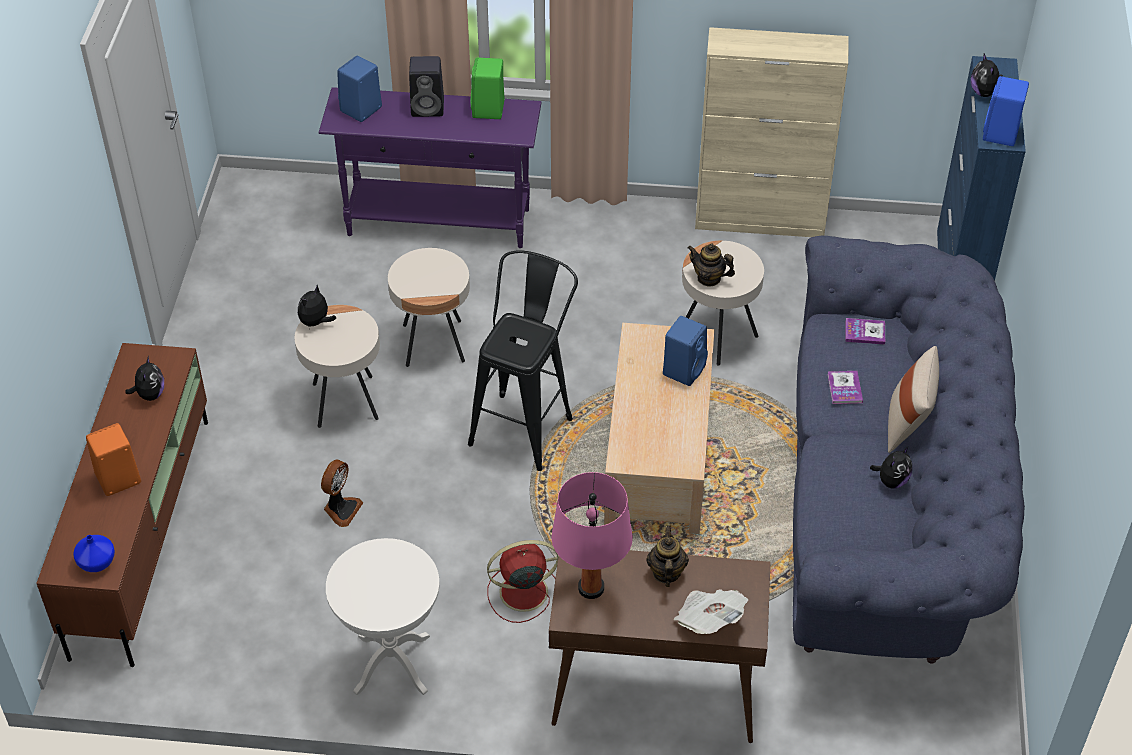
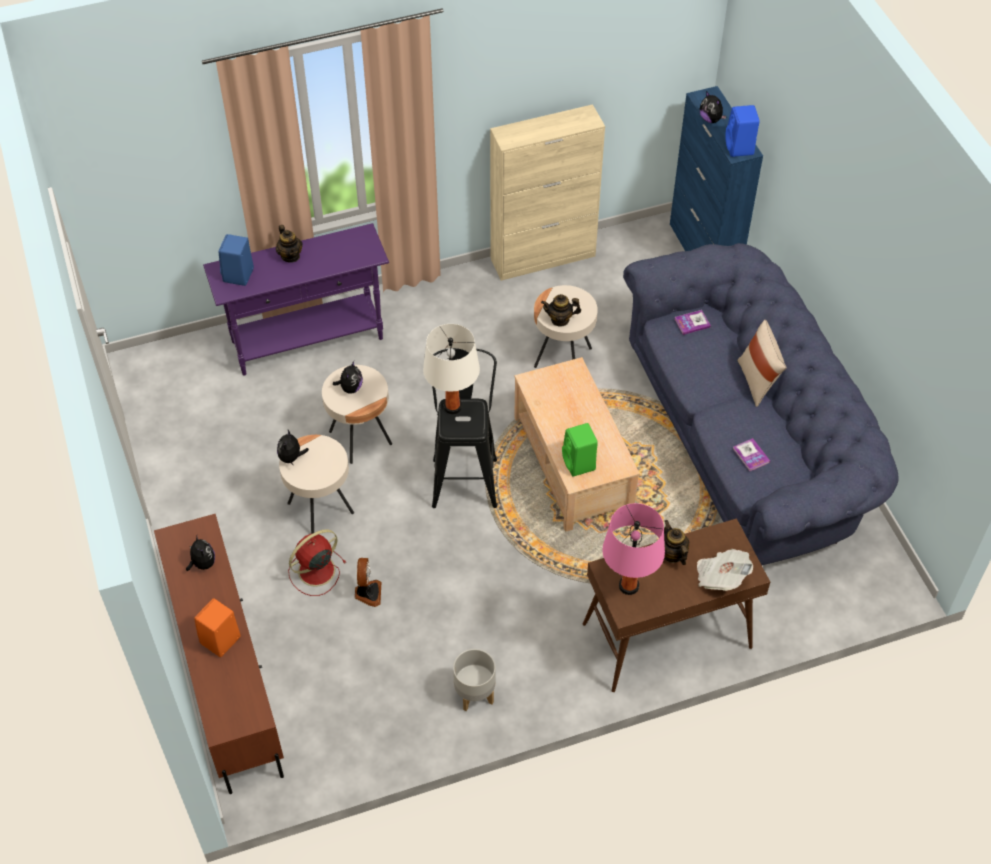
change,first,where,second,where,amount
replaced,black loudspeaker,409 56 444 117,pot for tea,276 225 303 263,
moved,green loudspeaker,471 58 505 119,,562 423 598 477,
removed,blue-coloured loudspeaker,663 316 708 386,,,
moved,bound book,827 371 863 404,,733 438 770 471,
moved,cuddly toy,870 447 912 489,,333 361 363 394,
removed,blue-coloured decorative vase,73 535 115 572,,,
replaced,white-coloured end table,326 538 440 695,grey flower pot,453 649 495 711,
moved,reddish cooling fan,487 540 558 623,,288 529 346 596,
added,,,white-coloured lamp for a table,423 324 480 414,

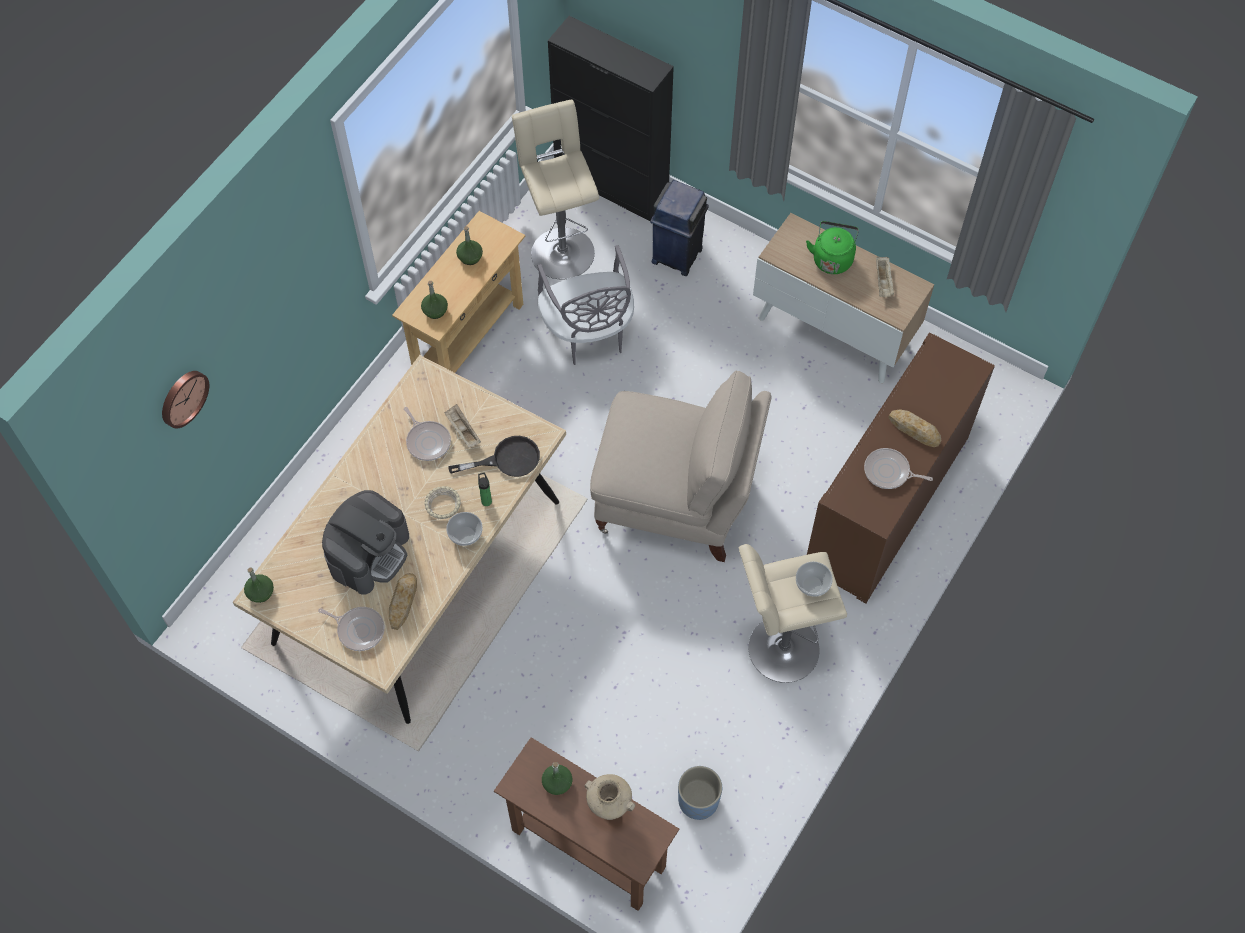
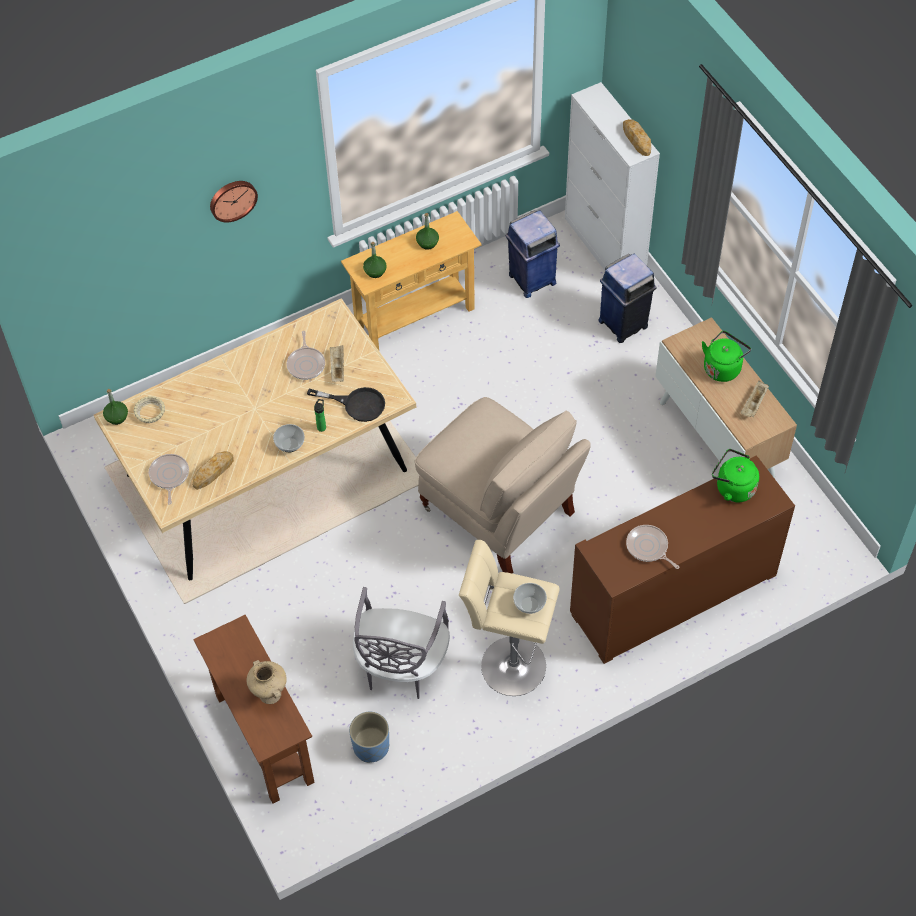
change,first,where,second,where,amount
recoloured,black storage cabinet,548 16 674 221,white-coloured storage cabinet,565 82 660 270,
replaced,beige sitting stool,512 100 599 280,blue-coloured rubbish bin,506 210 560 298,
moved,grey chair,538 245 634 365,,353 587 450 699,
moved,wall clock,162 371 209 429,,210 181 258 222,
moved,baked bread,888 410 941 447,,623 119 651 156,
moved,beige bowl,424 486 461 519,,133 396 165 423,
removed,coffee maker,322 490 409 595,,,
turned,pan,318 607 385 651,,149 454 189 505,150 degrees counterclockwise
removed,green drink bottle,542 762 572 795,,,
added,,,green water kettle,712 449 759 502,

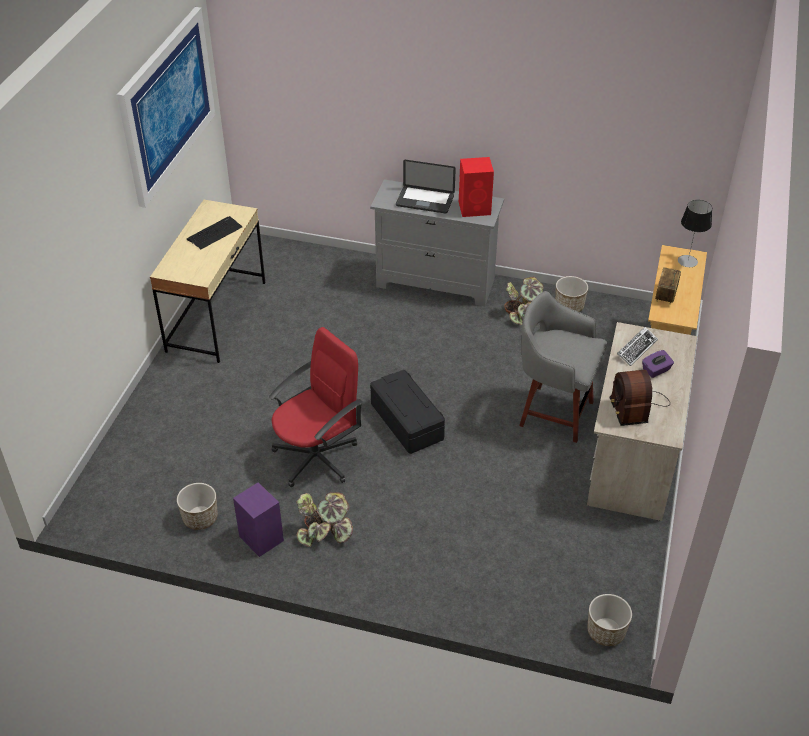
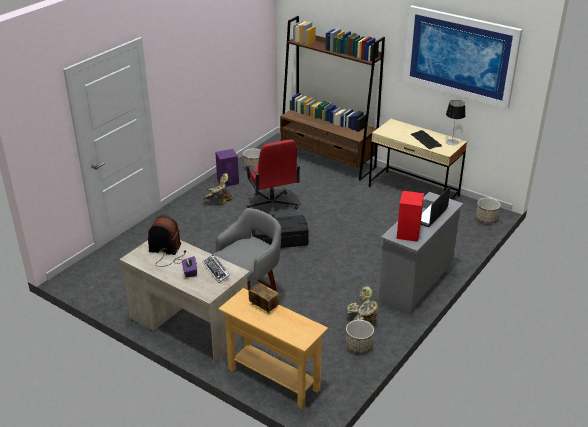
change,first,where,second,where,amount
moved,lamp for a table,678 200 712 267,,446 100 465 145,
moved,flower pot,587 594 632 646,,477 198 501 223,
added,,,brownish bookshelf,280 16 385 180,

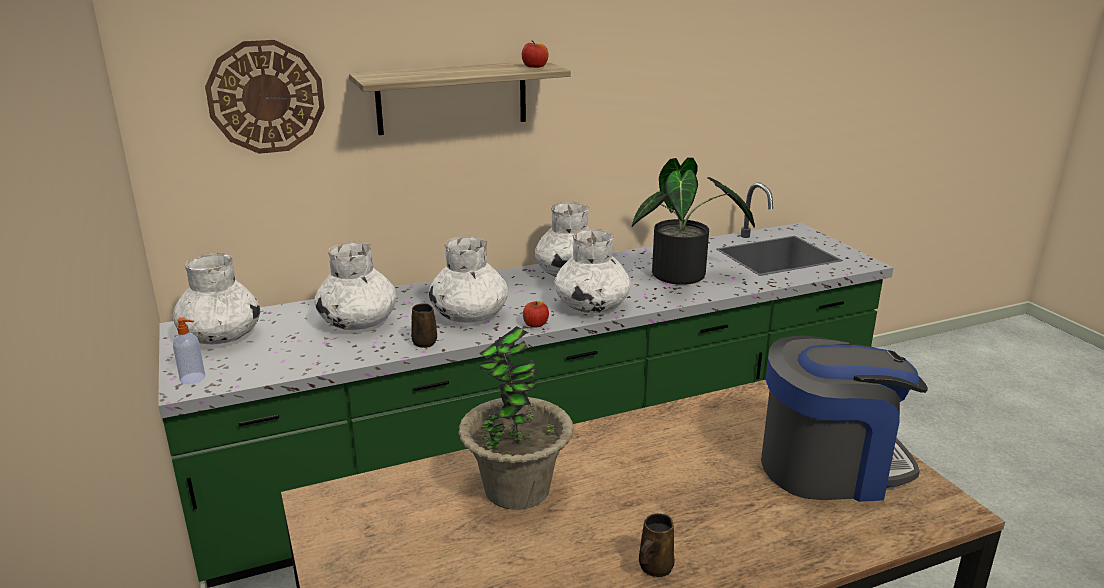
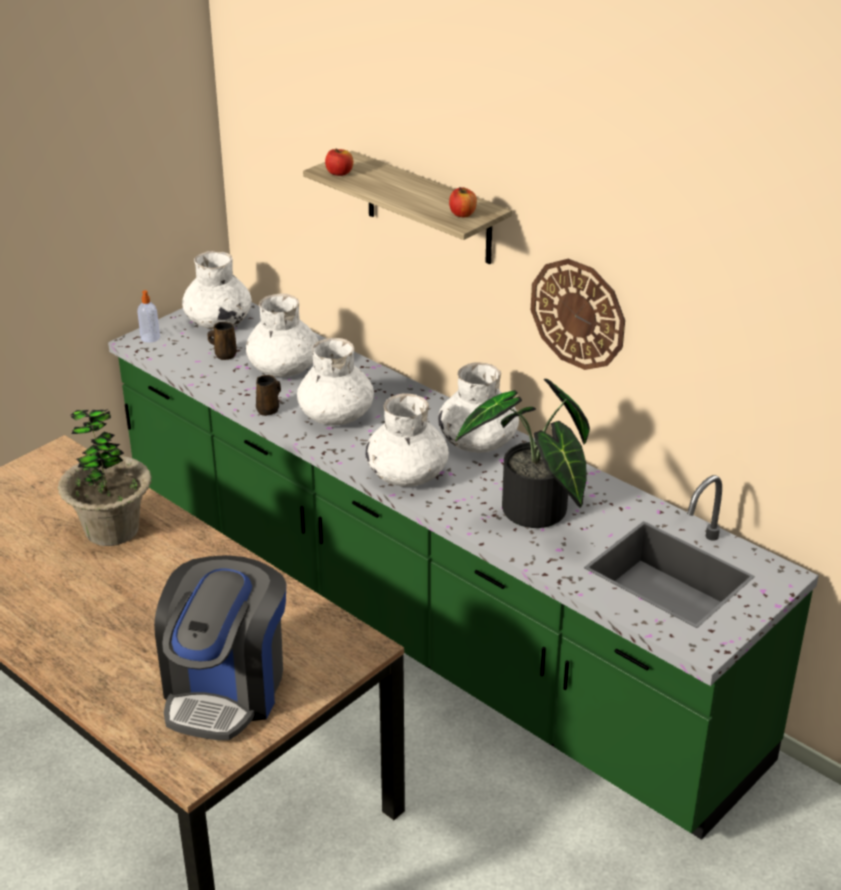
change,first,where,second,where,amount
moved,wall clock,205 40 325 154,,531 259 625 370,
moved,whole apple,523 301 549 328,,325 149 353 176,
turned,coffee maker,761 336 928 502,,154 555 286 740,45 degrees clockwise
moved,brownish tea mug,639 513 674 577,,208 322 237 360,

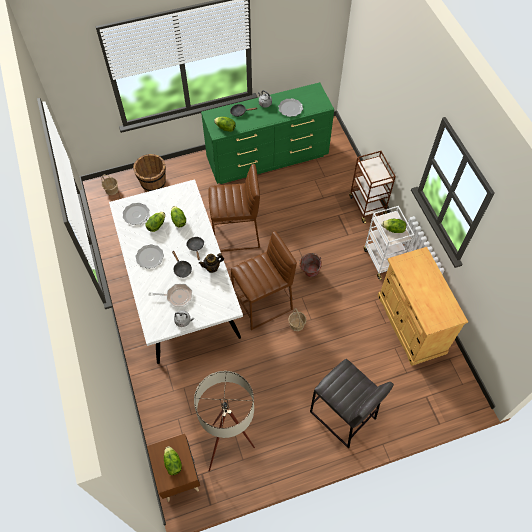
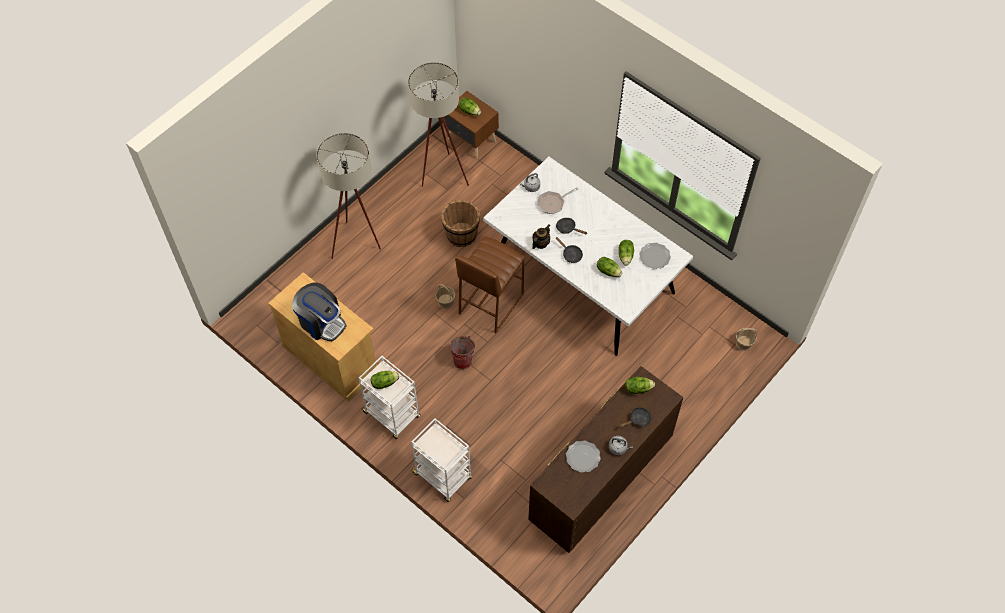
change,first,where,second,where,amount
recoloured,green chest of drawers,201 82 334 184,brownish chest of drawers,528 366 684 553,
recoloured,brownish cart,349 151 396 224,white-coloured cart,412 418 472 502,
moved,brownish bucket,133 154 166 192,,441 200 480 247,
removed,brownish sitting stool,208 164 260 252,,,
removed,plate,135 244 164 269,,,
replaced,grey sitting stool,310 359 394 449,beige standing lamp,316 133 381 259,
added,,,coffee maker,292 283 346 341,

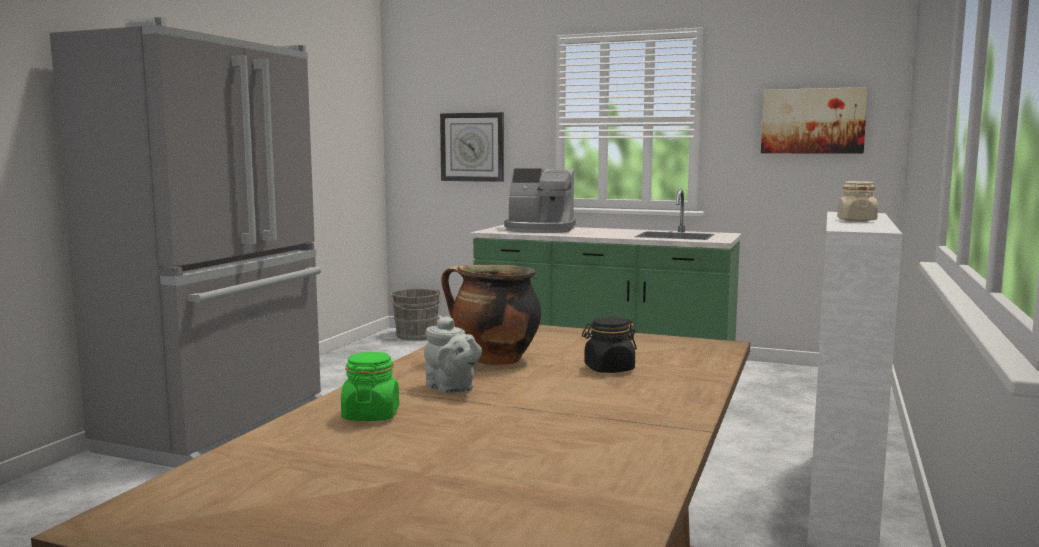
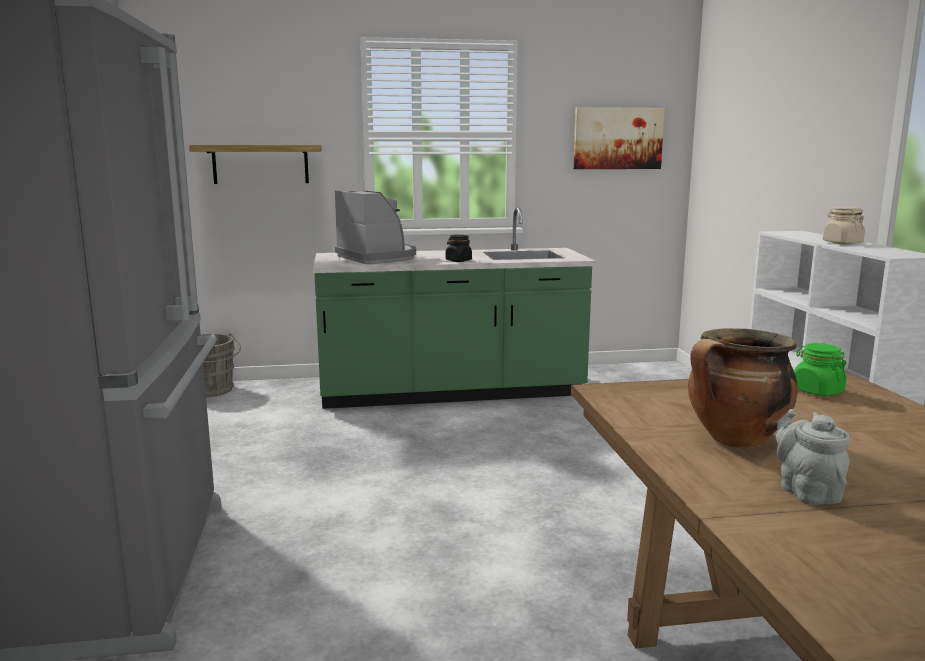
change,first,where,second,where,amount
replaced,wall clock,440 112 504 182,bracket shelf,189 145 322 184,
turned,coffee maker,504 168 576 233,,335 190 416 264,105 degrees counterclockwise
turned,grey pot for tea,424 315 482 393,,776 409 850 505,120 degrees counterclockwise
moved,black storage jar,582 317 637 373,,446 235 472 262,
moved,green storage jar,341 352 399 421,,794 343 847 396,

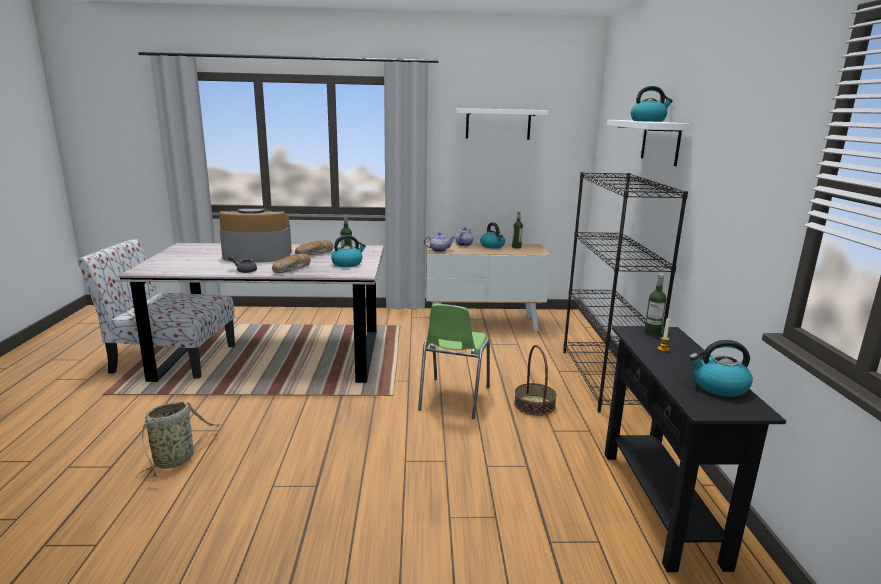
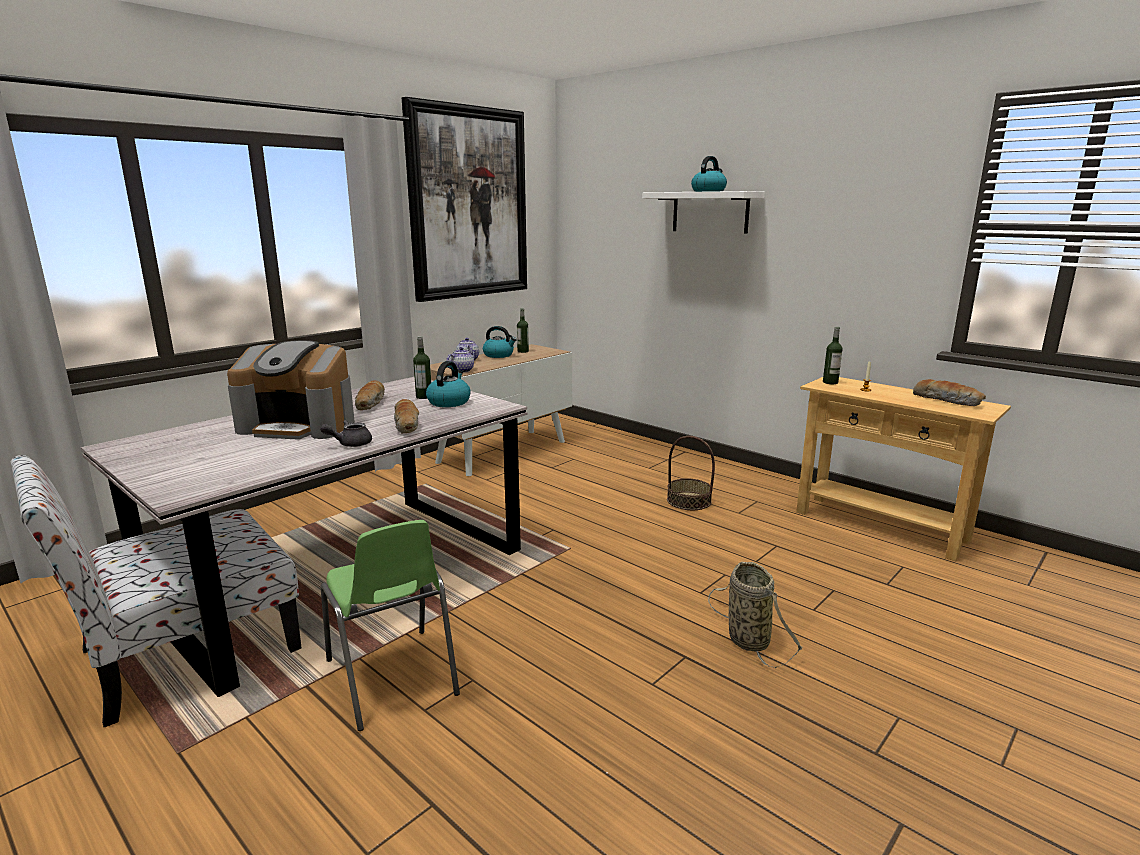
change,first,where,second,where,amount
replaced,white-coloured bracket shelf,456 108 548 140,wall picture,402 97 527 302,
removed,black bookshelf,563 172 688 412,,,
turned,coffee maker,219 209 292 263,,227 340 355 440,120 degrees counterclockwise
moved,green chair,418 304 490 419,,321 520 460 731,
recoloured,black console table,605 326 786 572,beige console table,796 377 1011 561,
replaced,water kettle,689 340 753 397,baked bread,913 379 986 406,
moved,storage basket,136 401 220 479,,708 562 803 668,

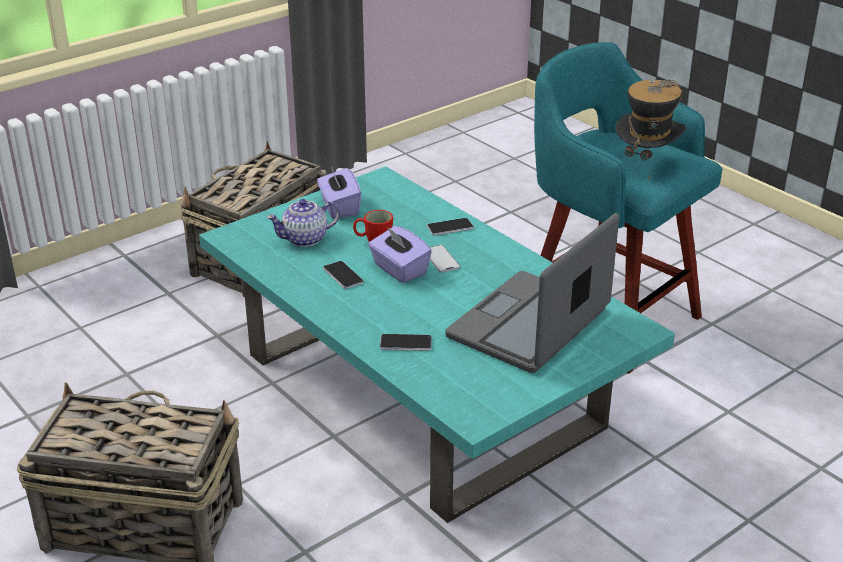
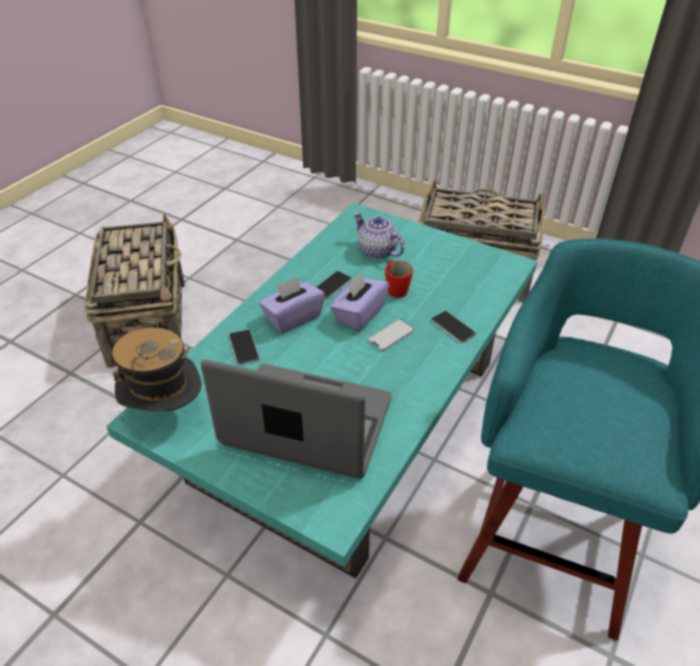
change,first,where,second,where,amount
moved,hat,615 79 686 182,,112 328 202 421,
moved,purple box of tissues,317 167 362 219,,259 276 325 333,

